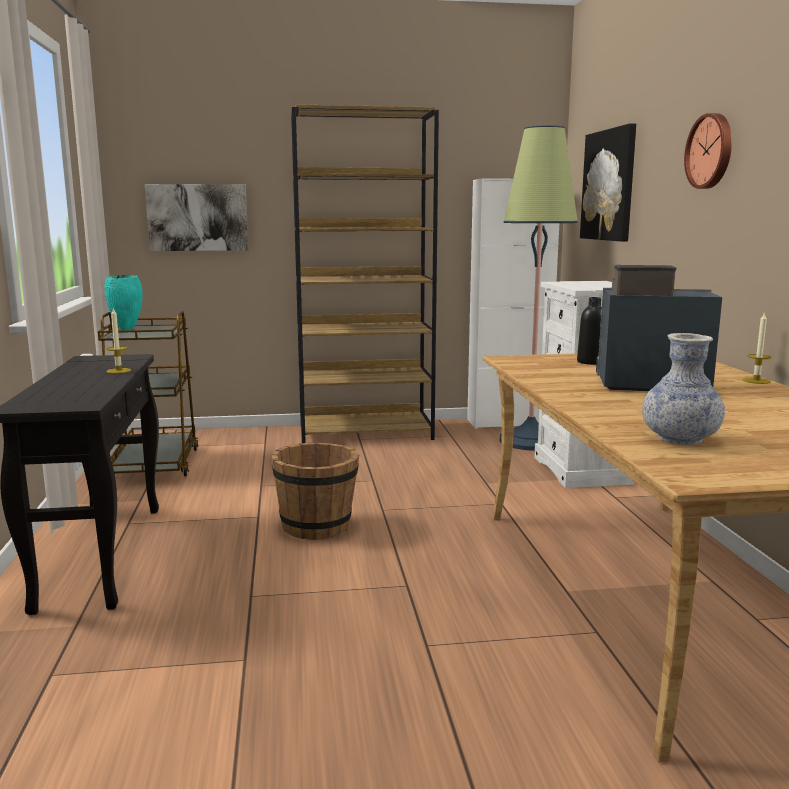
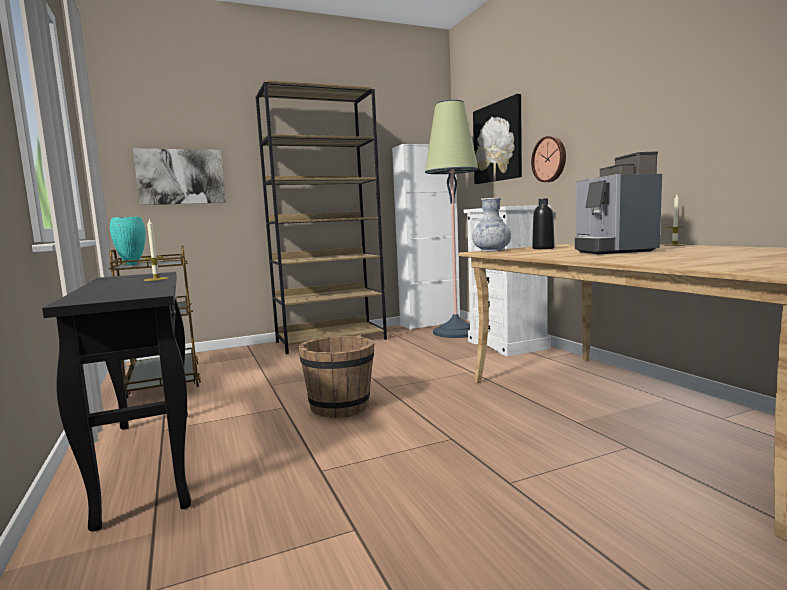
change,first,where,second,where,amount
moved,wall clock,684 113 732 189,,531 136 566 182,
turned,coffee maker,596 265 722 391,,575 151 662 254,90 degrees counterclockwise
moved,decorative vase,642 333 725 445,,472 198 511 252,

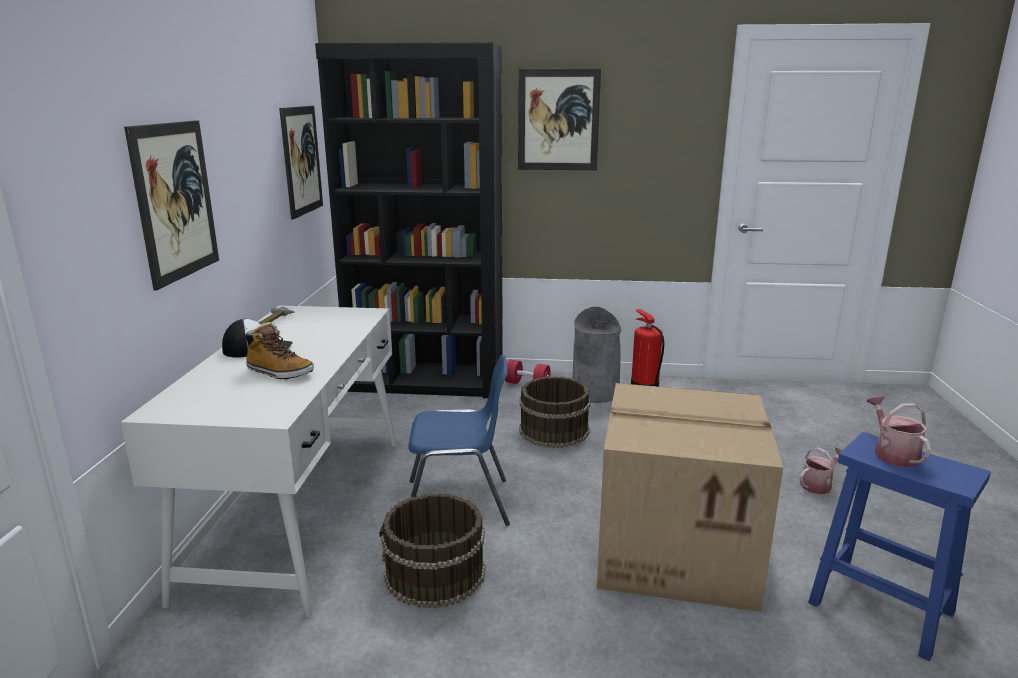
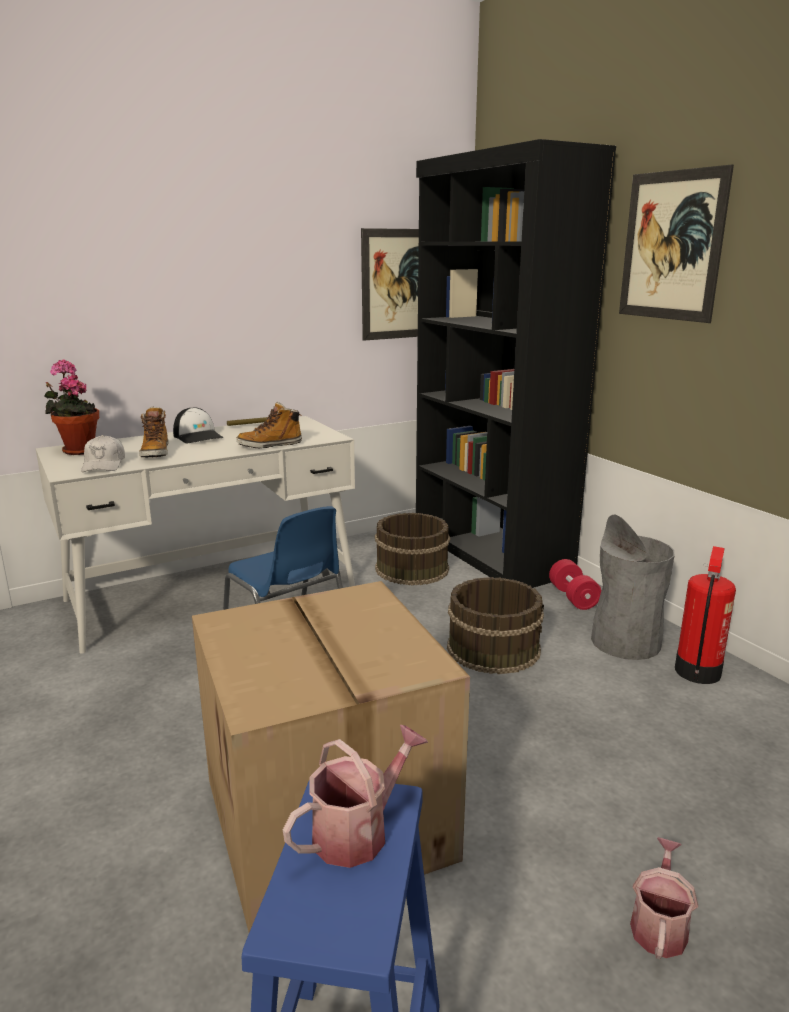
change,first,where,second,where,amount
removed,wall picture,124 120 219 291,,,
turned,watering can,800 447 843 494,,630 837 698 959,90 degrees counterclockwise
moved,brownish bucket,379 493 485 608,,375 513 450 585,
added,,,potted plant,44 359 99 455,
added,,,tall boot,237 402 302 448,
added,,,white-coloured cap,81 435 125 472,

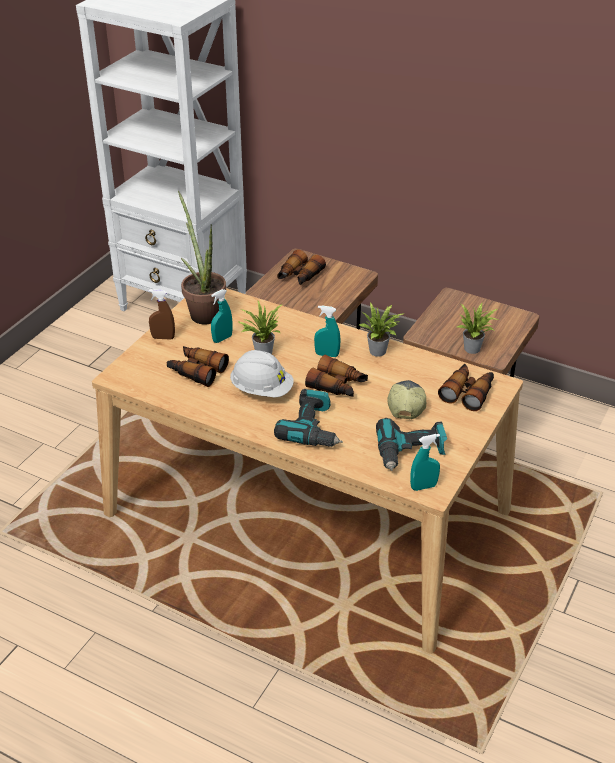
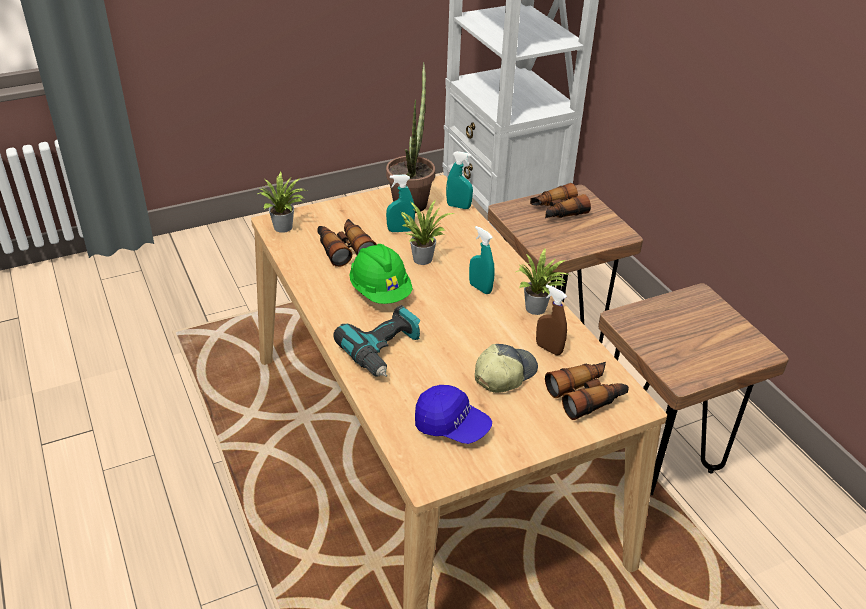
change,first,where,second,where,amount
moved,brownish hand sprayer,149 289 175 340,,536 284 567 355,
moved,potted plant,457 303 498 354,,257 172 304 233,
recoloured,white-coloured hard hat,230 350 294 397,green hard hat,349 244 413 304,
removed,pair of binoculars,305 354 368 397,,,
replaced,electric drill,376 418 447 471,blue-coloured cap,415 385 492 444,
moved,turquoise-coloured hand sprayer,410 434 440 491,,446 151 473 209,

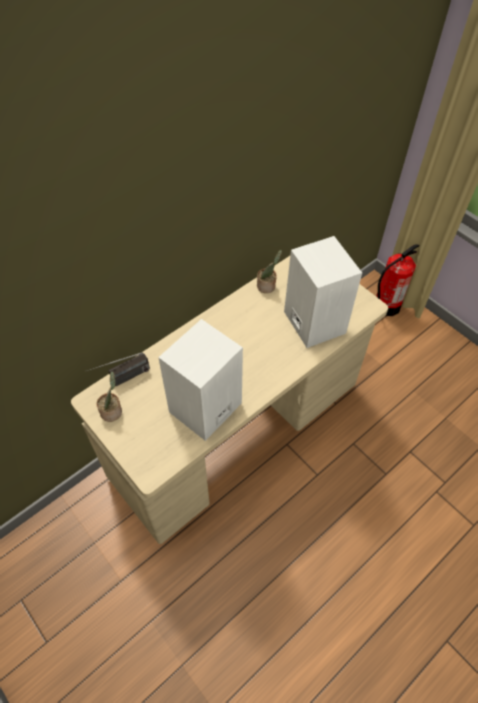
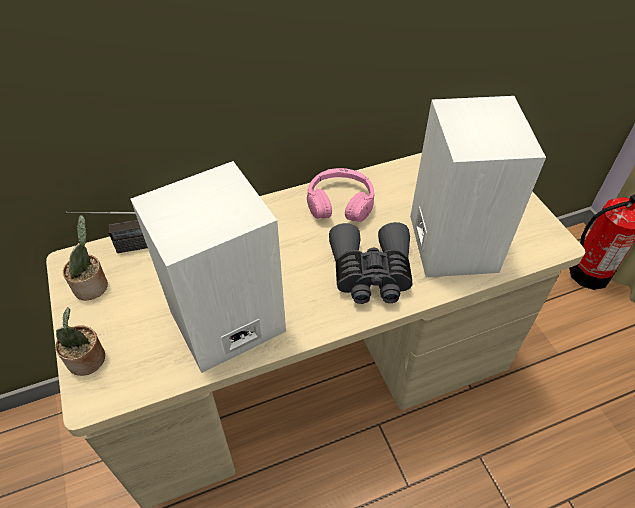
change,first,where,second,where,amount
moved,potted plant,257 250 282 293,,55 307 105 376,
added,,,pink-coloured headphones,307 168 374 222,
added,,,grey pair of binoculars,329 222 412 304,

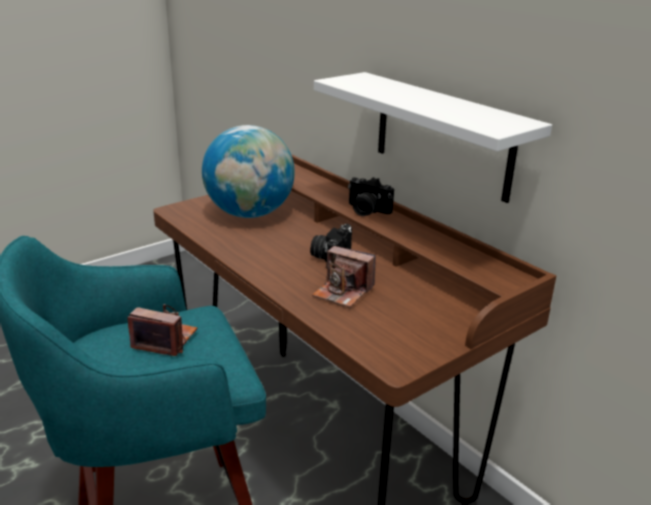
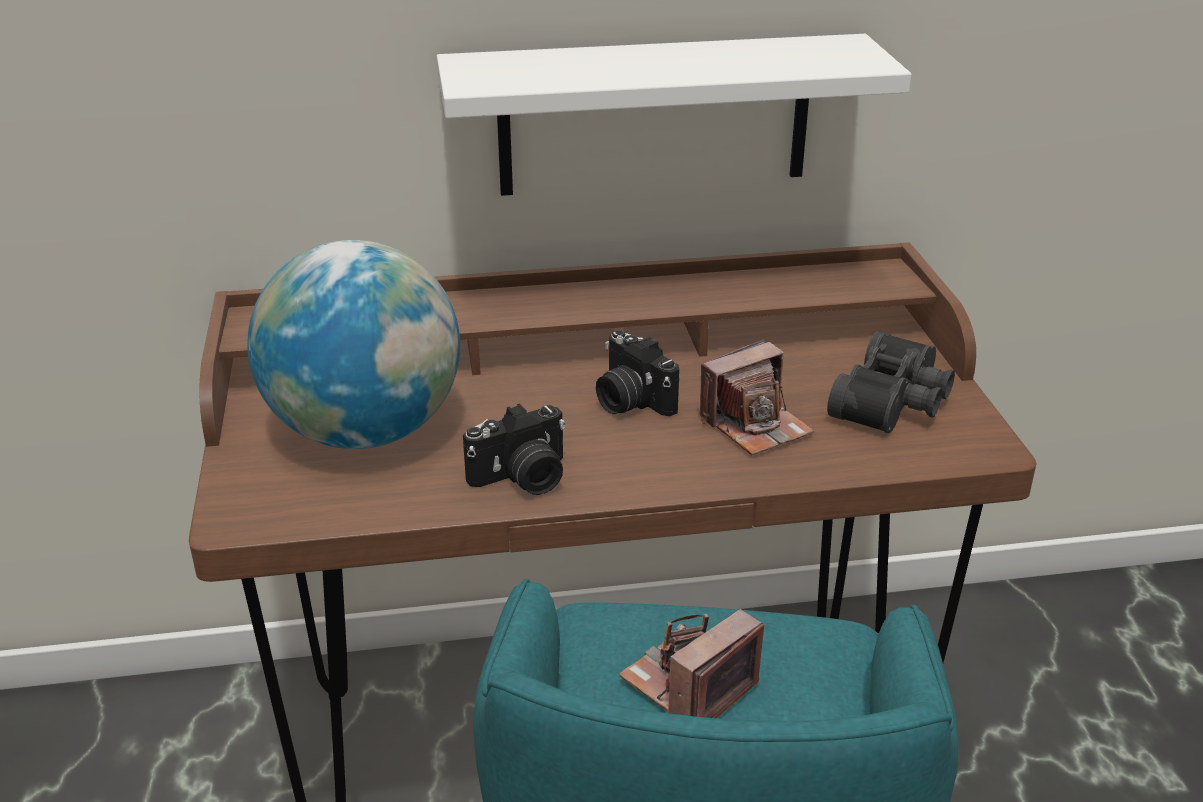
change,first,where,second,where,amount
moved,photo camera,348 177 394 216,,463 404 566 495,
added,,,black pair of binoculars,827 331 955 434,

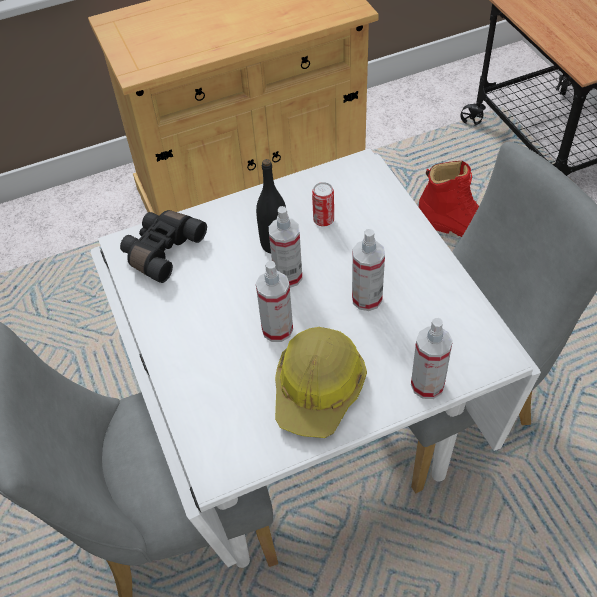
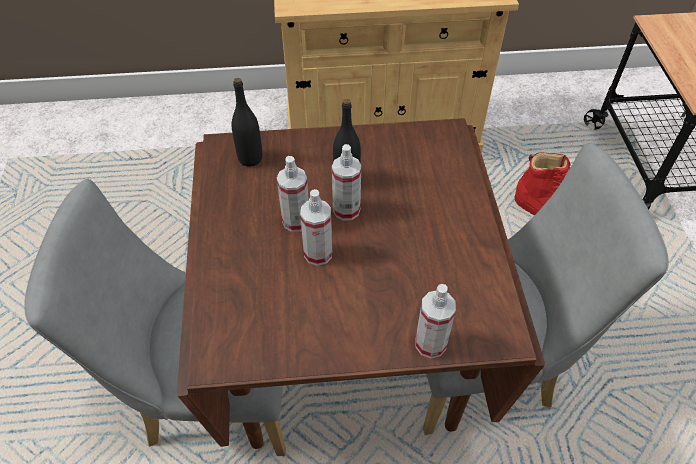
change,first,where,second,where,amount
recoloured,white-coloured dinner table,91 148 541 568,brownish dinner table,177 118 545 449,
removed,sealed can,312 182 334 227,,,
replaced,black pair of binoculars,120 210 207 283,black drink bottle,232 78 262 167,
moved,hand sprayer,352 229 385 311,,277 156 309 232,
removed,hard hat,275 327 367 438,,,

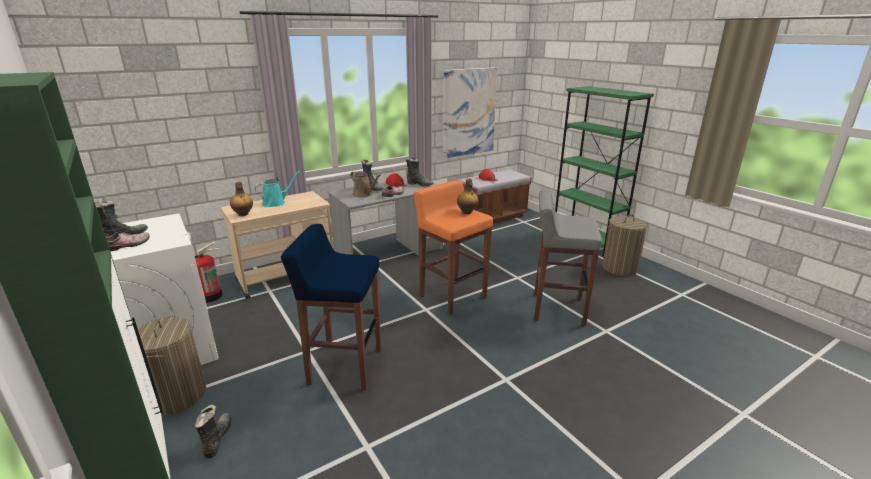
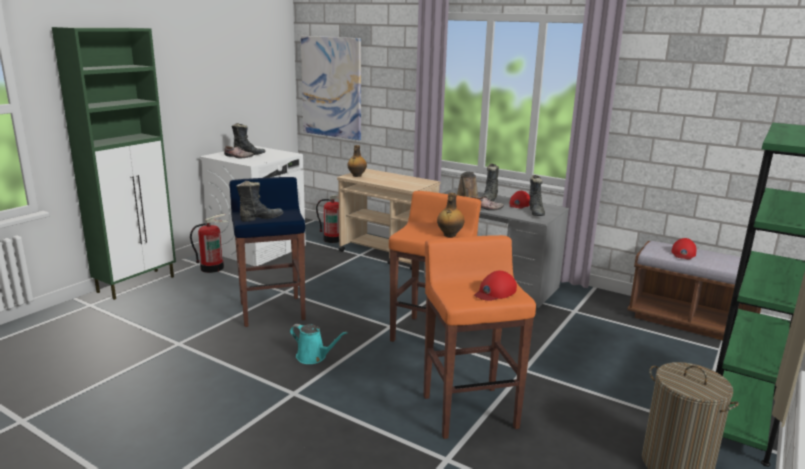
change,first,where,second,where,amount
moved,wall picture,443 67 497 158,,301 36 361 140,
moved,turquoise-coloured watering can,254 171 300 207,,290 324 348 364,
recoloured,grey sitting stool,534 189 602 326,orange-coloured sitting stool,423 235 536 439,
replaced,washing basket,138 316 206 415,extinguisher,190 214 228 273,
moved,black tall boot,195 405 232 458,,236 181 284 222,
added,,,reddish cap,474 270 517 301,

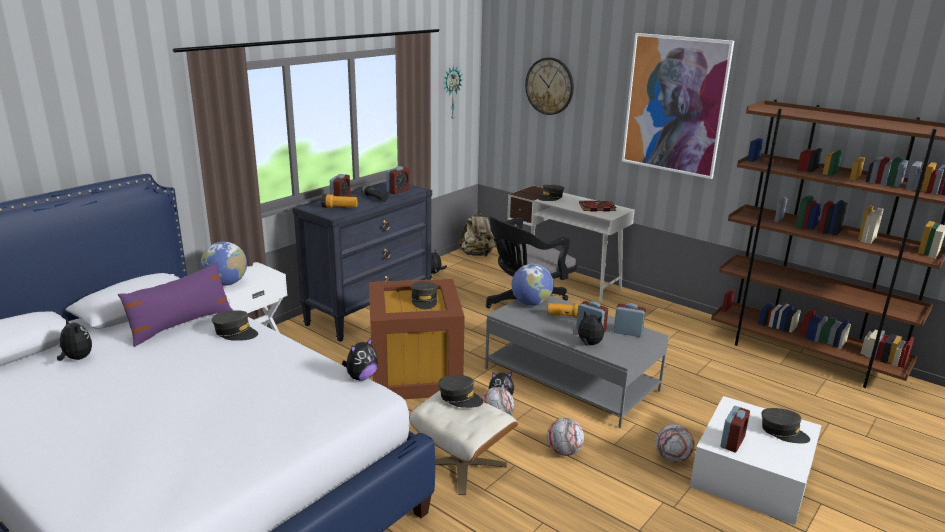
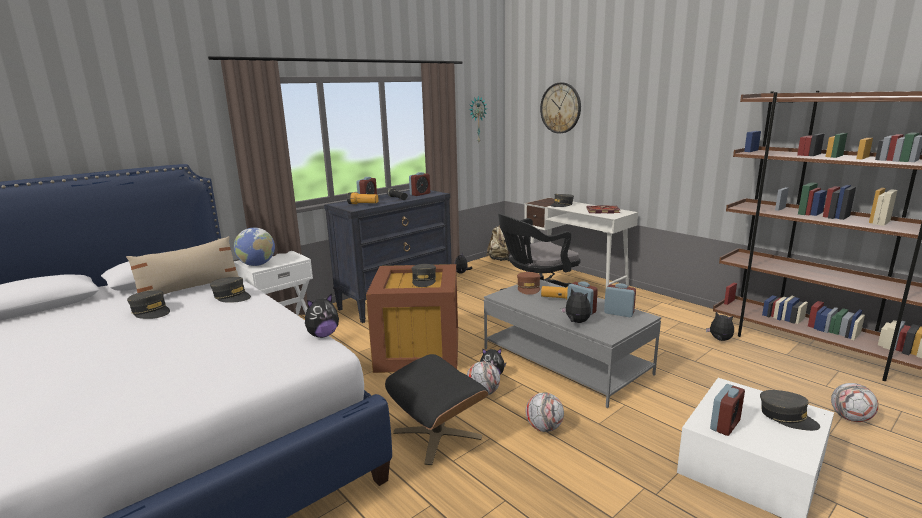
change,first,where,second,where,amount
removed,wall picture,622 33 734 179,,,
recoloured,purple throw pillow,118 262 233 347,beige throw pillow,126 236 239 295,
replaced,desk globe,511 264 554 306,brownish cap,517 272 541 295,
moved,cuddly toy,57 317 92 361,,706 312 734 341,
moved,grey cap,438 375 483 408,,127 291 170 319,
recoloured,beige pouffe,409 391 518 495,black pouffe,385 354 488 465,
moved,football,656 424 695 463,,831 383 879 422,

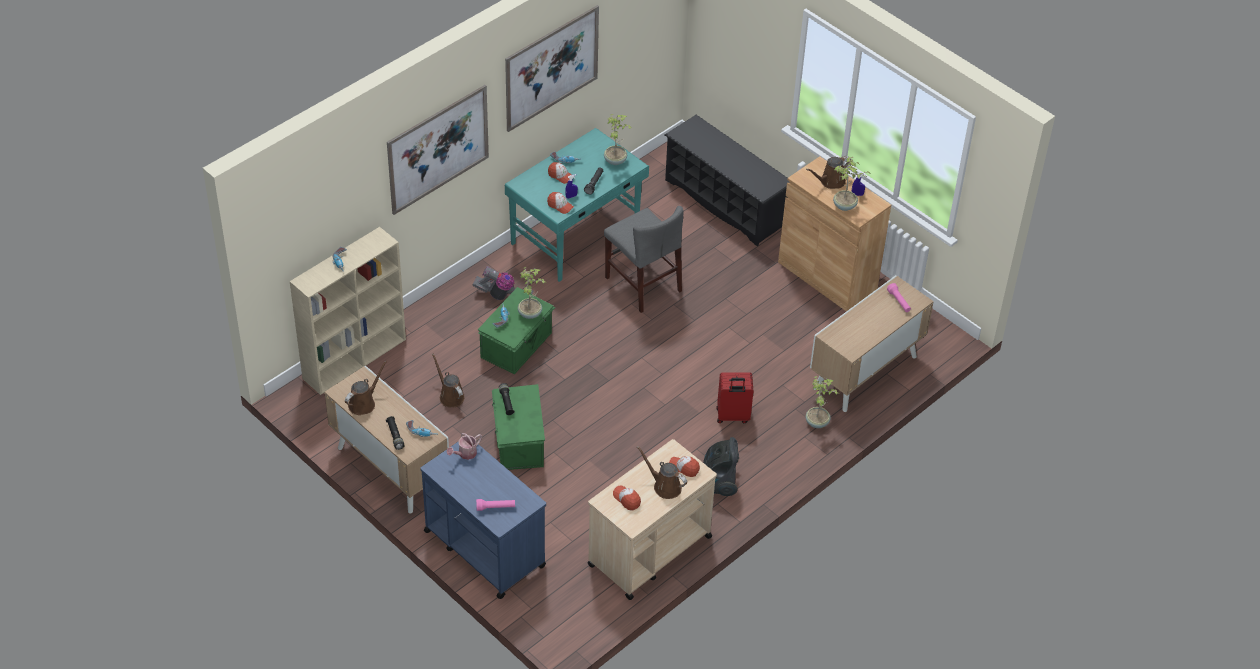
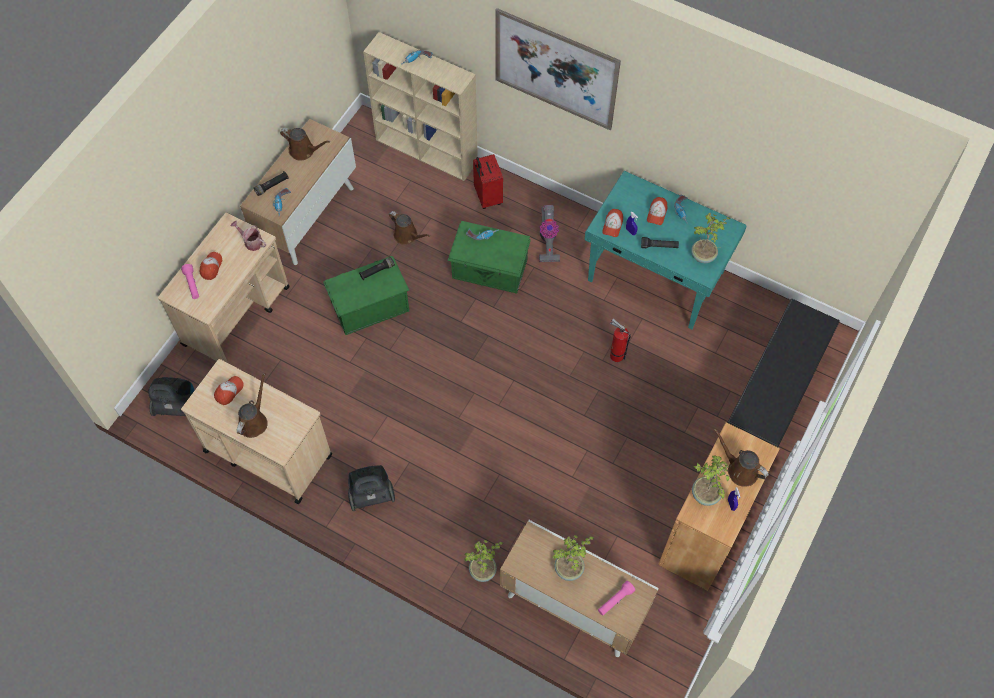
change,first,where,second,where,amount
removed,wall picture,505 5 599 132,,,
replaced,grey chair,604 206 683 313,extinguisher,610 319 631 362,
moved,potted plant,518 267 545 319,,552 535 594 581,
turned,brownish watering can,432 354 464 408,,389 211 430 245,90 degrees clockwise
moved,reddish piece of luggage,716 372 753 423,,473 154 503 209,
recoloured,blue-coloured cart,420 441 546 599,beige cart,158 213 290 363,
moved,cap,669 456 700 477,,200 252 222 280,
added,,,vacuum,148 377 195 416,

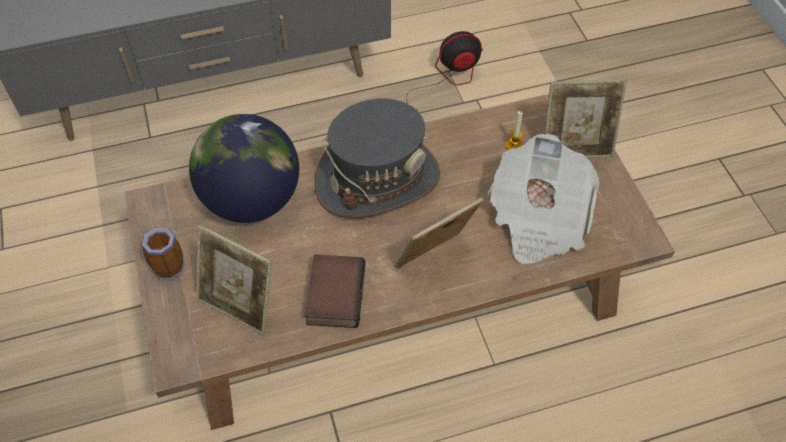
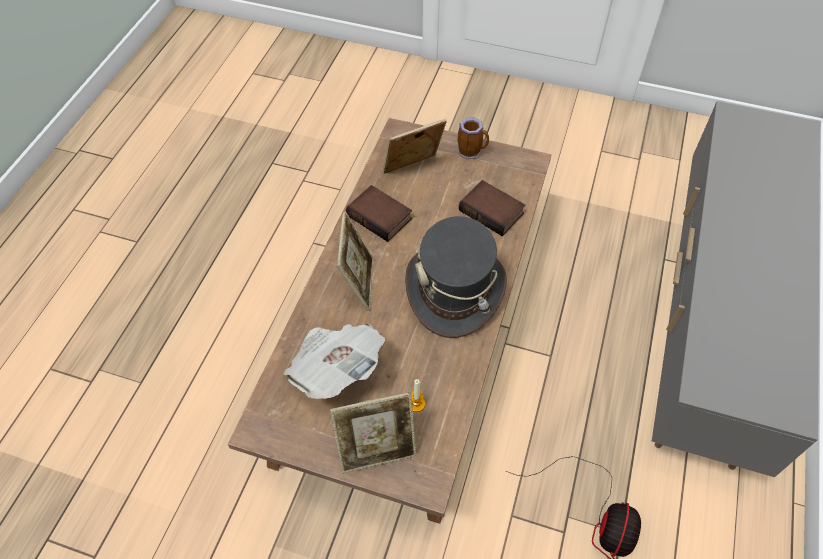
change,first,where,second,where,amount
turned,standing frame,545 79 627 158,,330 392 417 474,135 degrees counterclockwise
replaced,desk globe,189 114 299 223,bound book,459 180 526 236,

